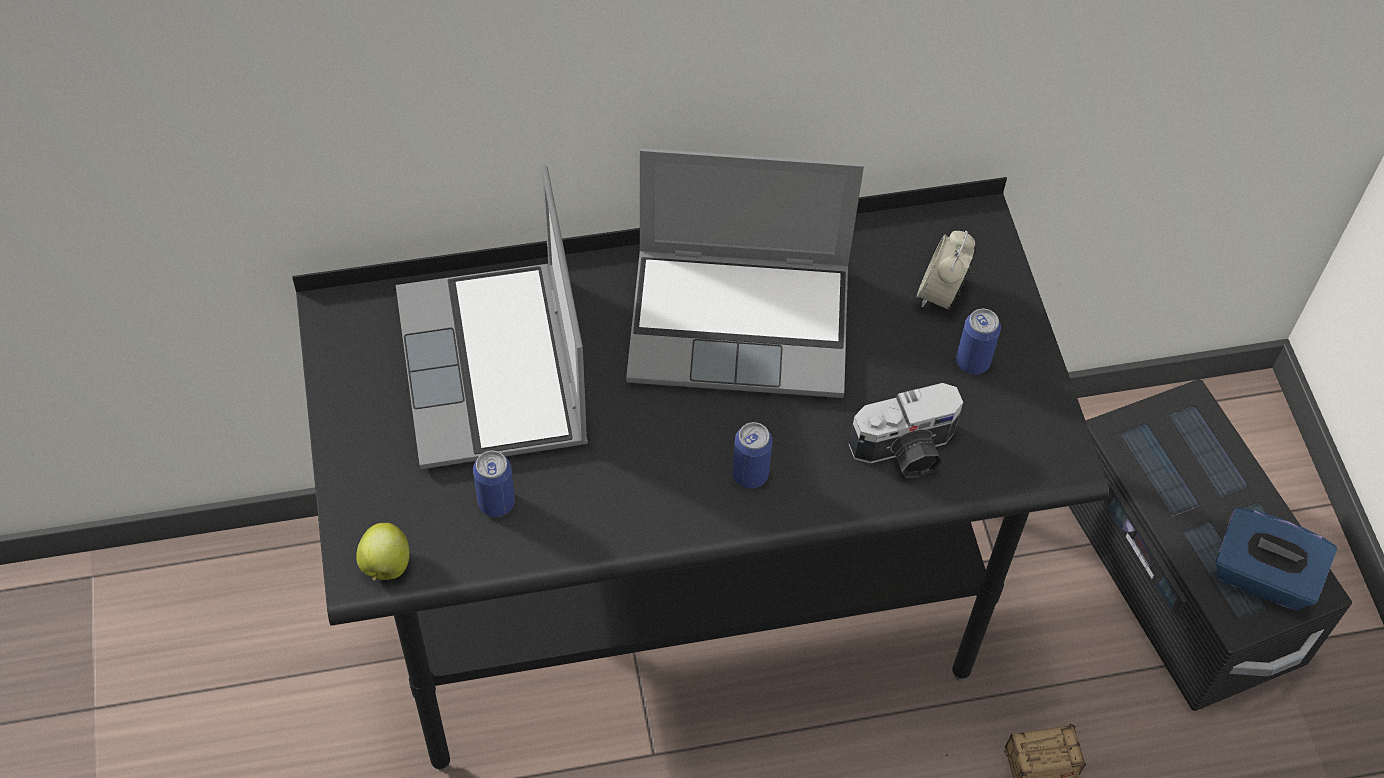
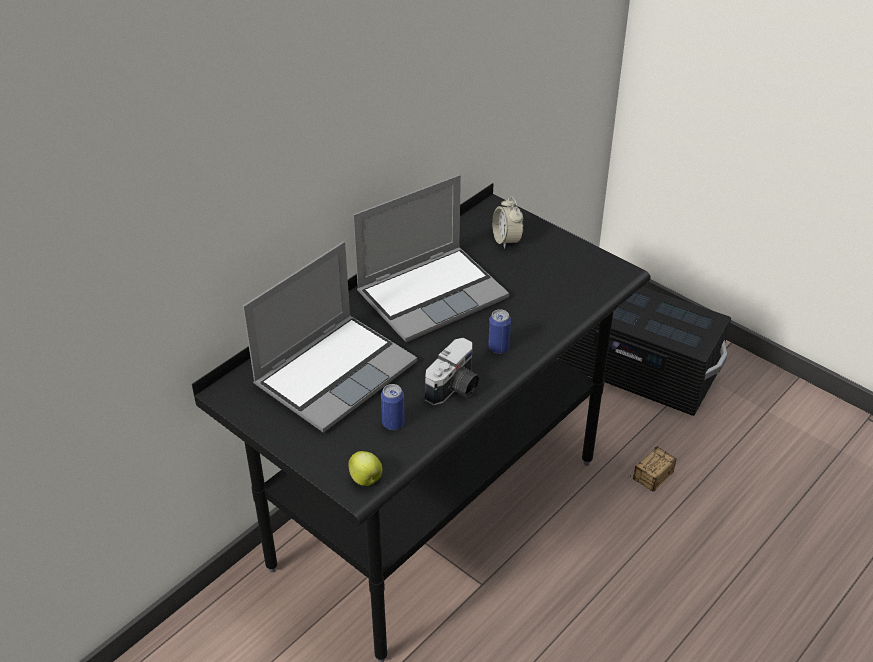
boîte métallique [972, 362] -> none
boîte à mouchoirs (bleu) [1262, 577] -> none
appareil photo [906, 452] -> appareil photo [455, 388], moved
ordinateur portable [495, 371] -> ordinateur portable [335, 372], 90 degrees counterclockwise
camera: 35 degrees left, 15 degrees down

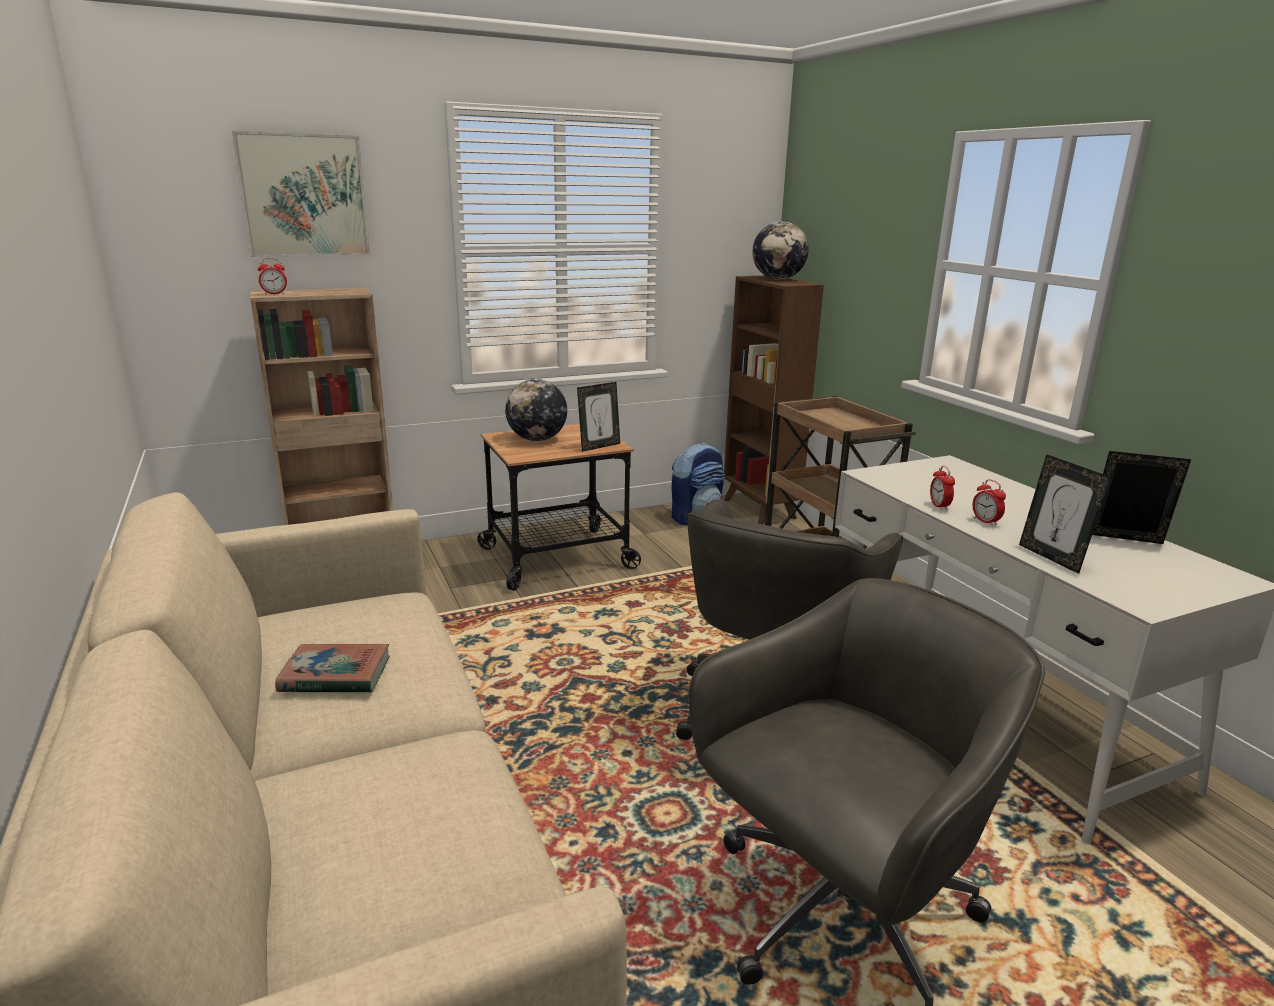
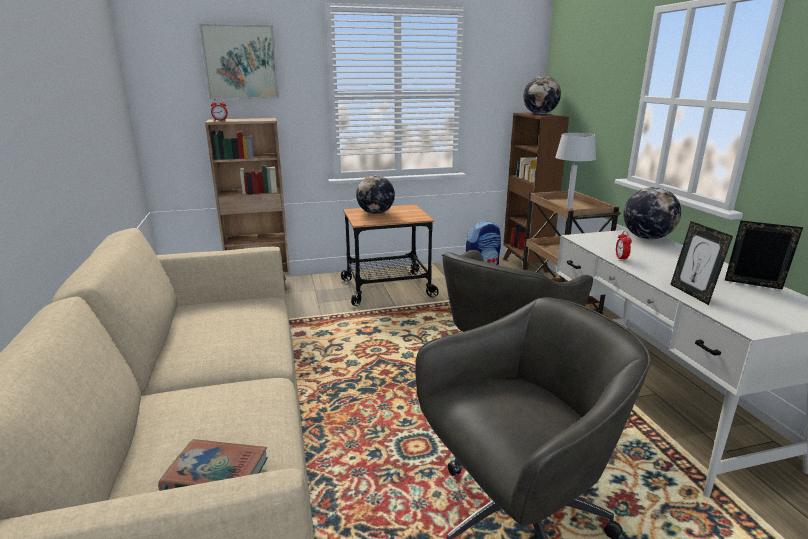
cadre photo [599, 446] -> none
réveil [985, 521] -> none
none -> lampe de table (gris) [568, 208]
none -> globe [646, 238]
livre [335, 675] -> livre [216, 475], moved
camera: 10 degrees right, 0 degrees up

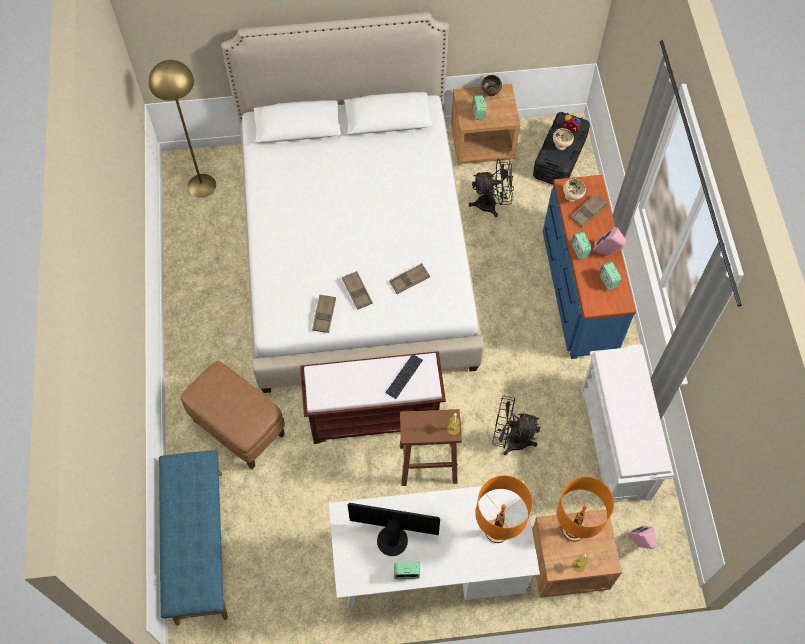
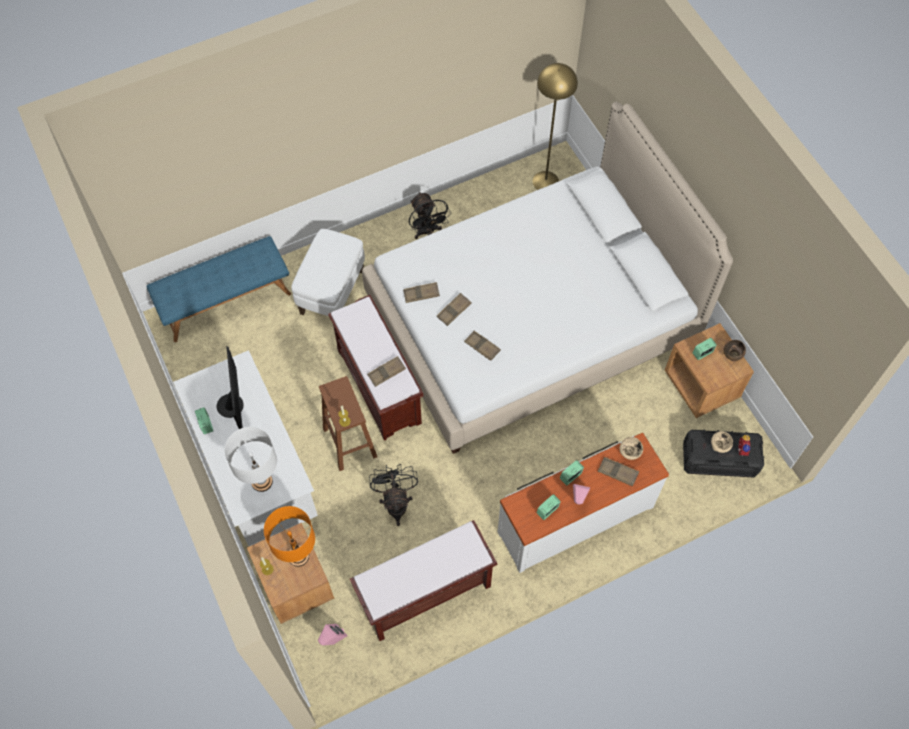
ventilateur (noir) [492, 204] -> ventilateur (noir) [427, 231], moved
clavier [404, 376] -> plateau (marron) [386, 373]
pouf (marron) [238, 428] -> pouf (blanc) [332, 292]
lampe de table (orange) [496, 531] -> lampe de table (blanc) [261, 481]
commode (bleu) [577, 289] -> commode (blanc) [574, 517]
banc (blanc) [616, 443] -> banc (marron) [425, 595]
camera: 70 degrees right, 0 degrees up

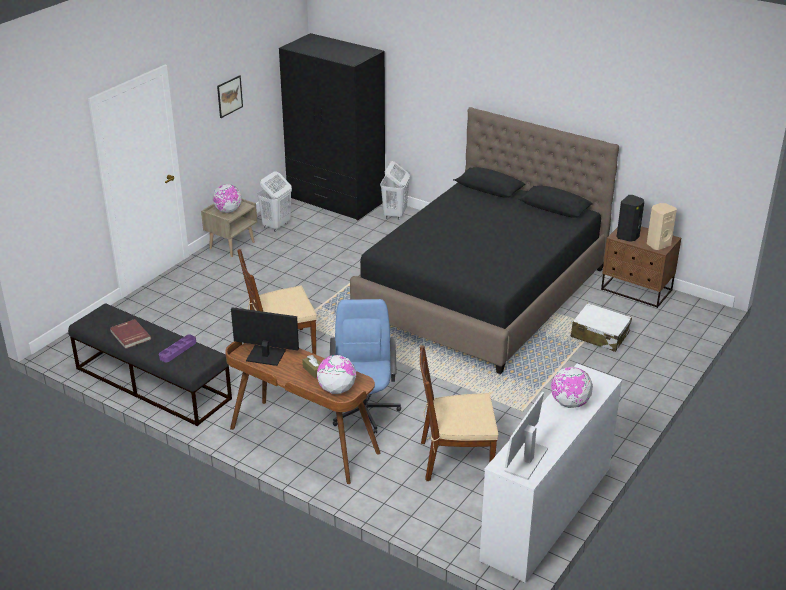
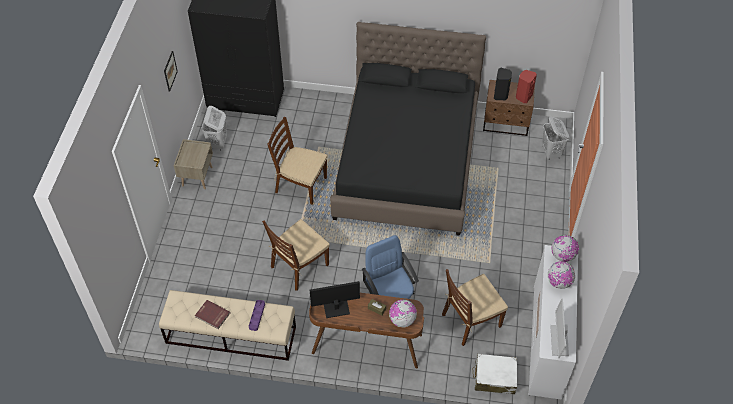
none -> chaise (marron) [300, 185]
globe [228, 211] -> globe [563, 256], moved
panier à linge (blanc) [395, 214] -> panier à linge (blanc) [551, 153], moved
valise (blanc) [599, 335] -> valise (blanc) [494, 377], moved
banc (noir) [152, 383] -> banc (beige) [230, 335]
enceinte (beige) [657, 244] -> enceinte (rouge) [523, 97]
camera: 25 degrees left, 20 degrees up

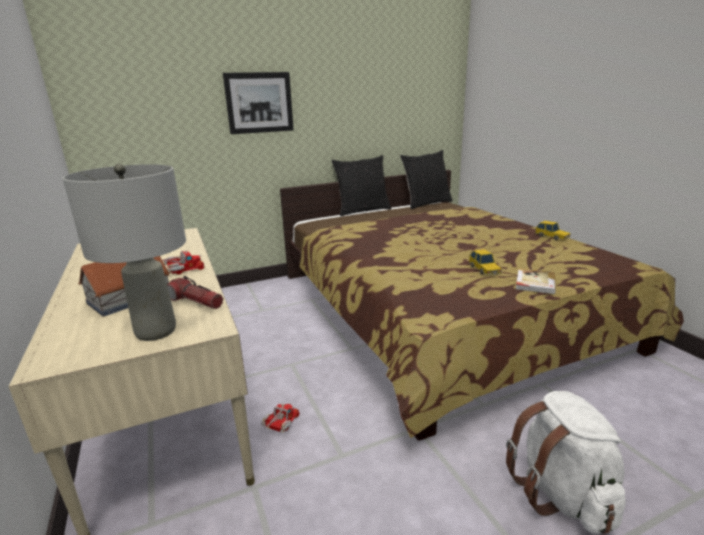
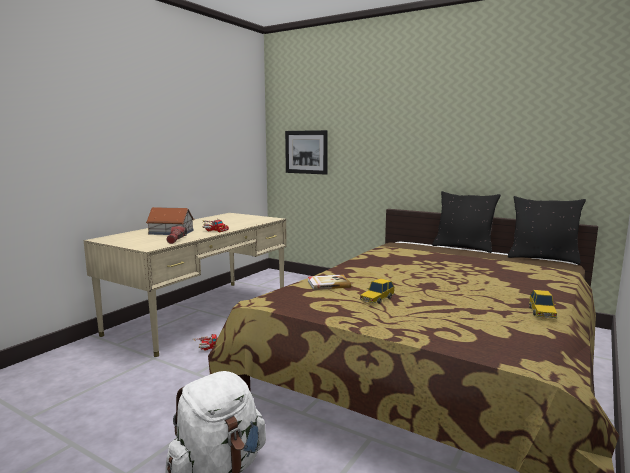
lampe de table (gris) [156, 331] -> none
tableau [259, 103] -> tableau [306, 152], moved
livre [534, 283] -> livre [328, 284], moved
camera: 55 degrees right, 10 degrees down

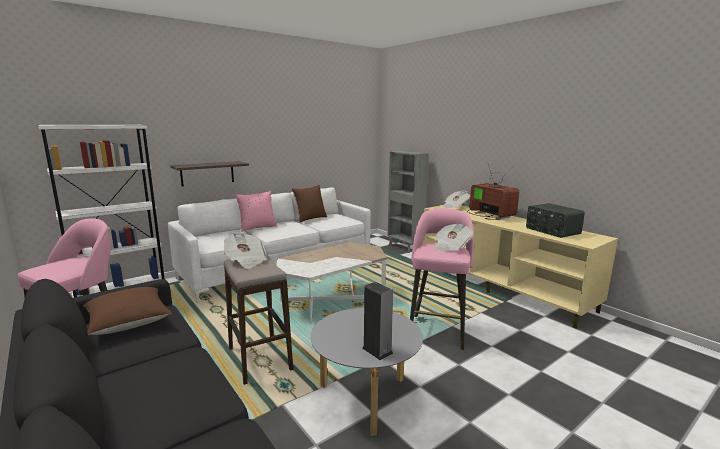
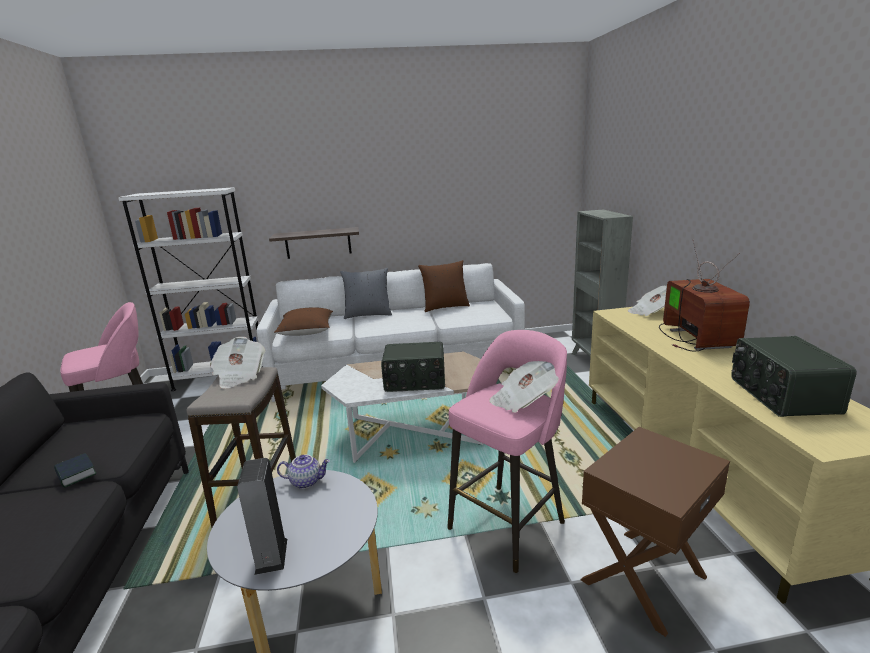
none -> livre [76, 474]
none -> théière [306, 481]
none -> radio [415, 381]
none -> table d'appoint (marron) [641, 577]
coussin (marron) [128, 323] -> coussin (marron) [306, 332], moved
coussin (rose) [257, 227] -> coussin (gris) [368, 314]
camera: 30 degrees right, 5 degrees up

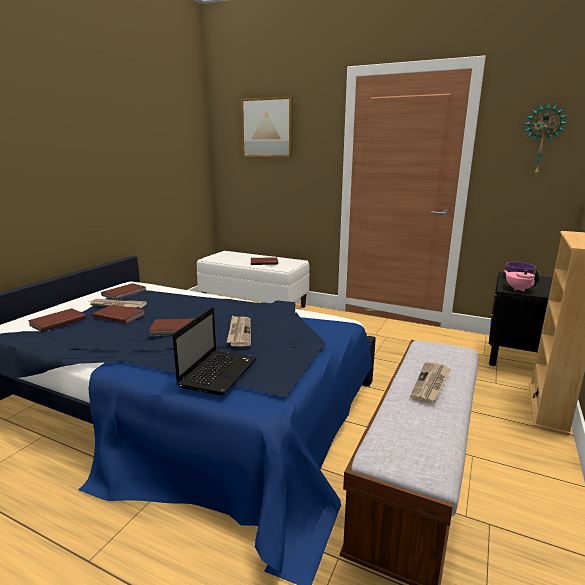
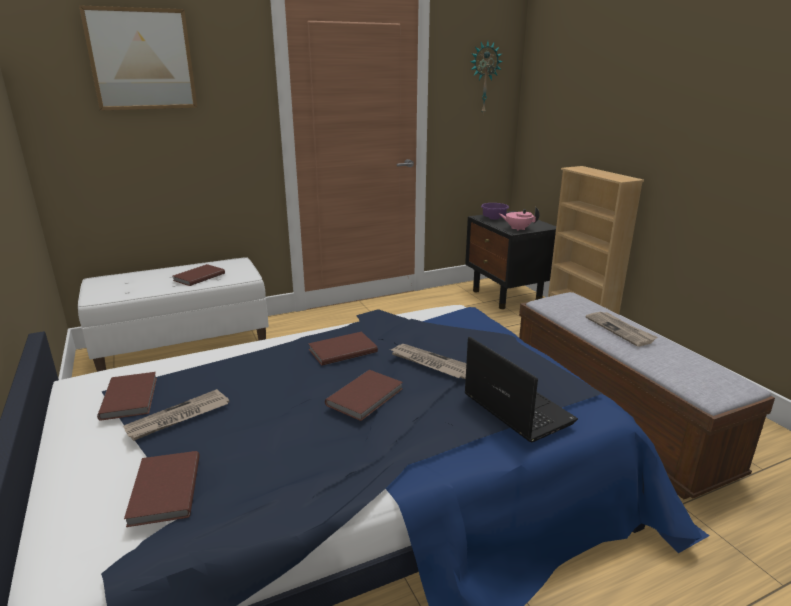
livre (marron) [120, 315] -> livre (marron) [341, 350], moved
camera: 50 degrees left, 5 degrees up

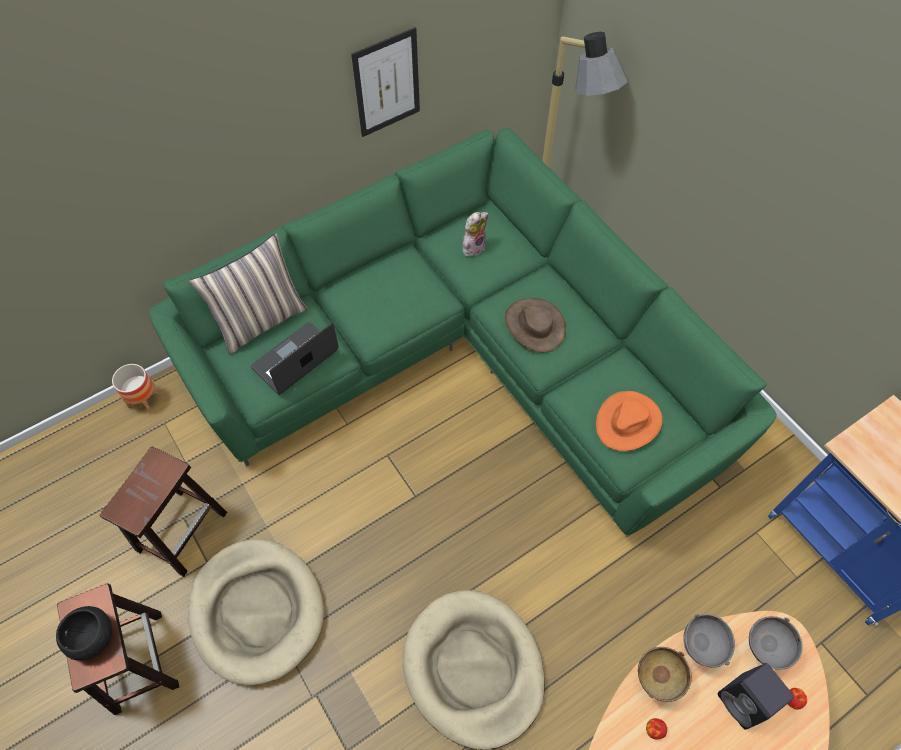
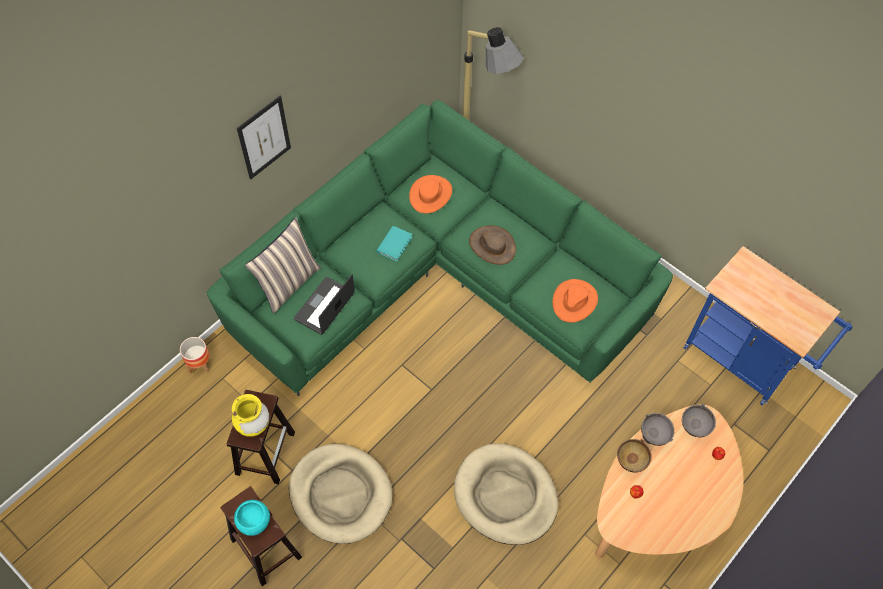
enceinte (noir) [745, 702] -> none
none -> vase (jaune) [253, 425]
none -> livre (turquoise) [394, 244]
tableau [387, 83] -> tableau [264, 138], moved
peluche [473, 247] -> chapeau (orange) [431, 195]
bol (noir) [92, 637] -> bol (turquoise) [254, 521]
camera: 15 degrees left, 0 degrees up

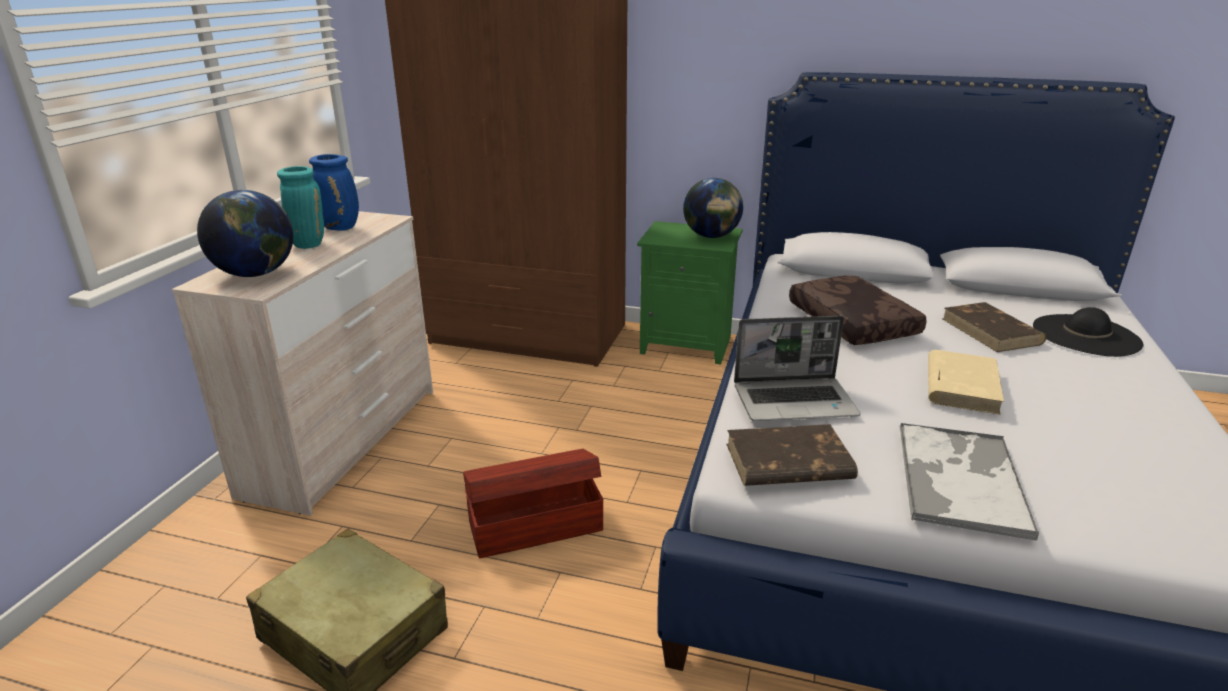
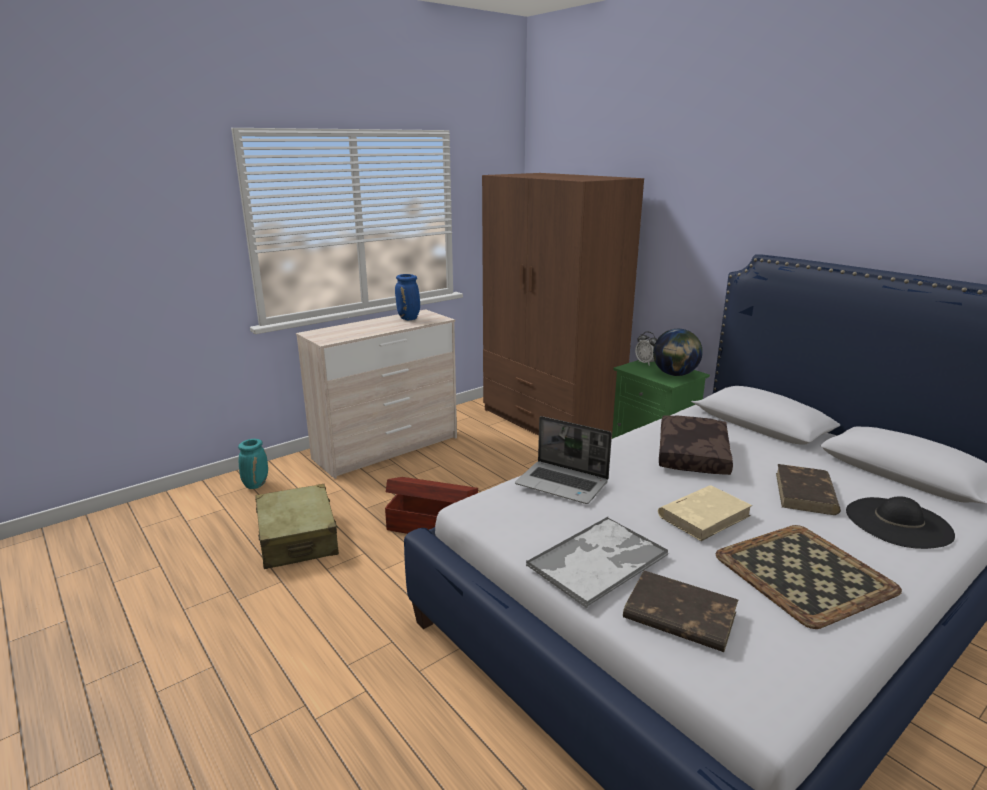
globe [256, 273] -> none
none -> réveil [646, 363]
none -> plateau [804, 574]
vase (turquoise) [307, 244] -> vase (turquoise) [256, 484], moved
livre (marron) [787, 462] -> livre (marron) [678, 615], moved
camera: 35 degrees right, 5 degrees down

